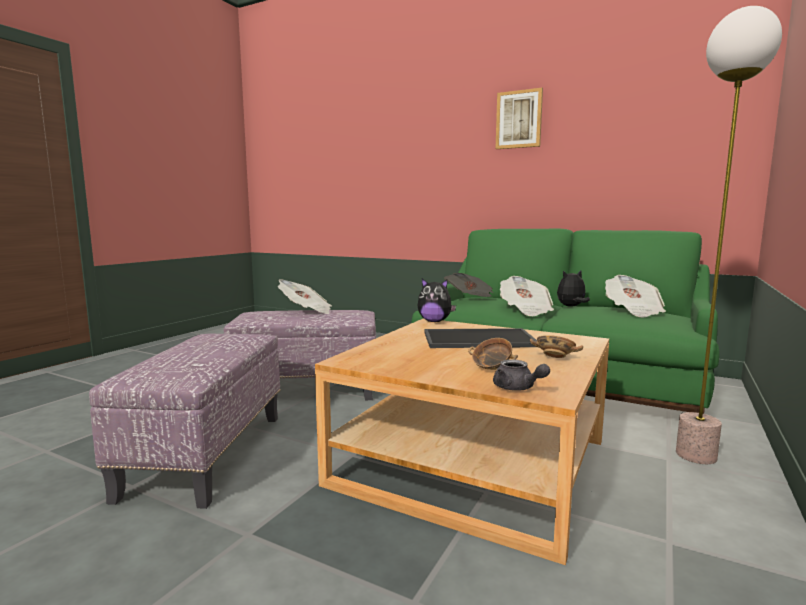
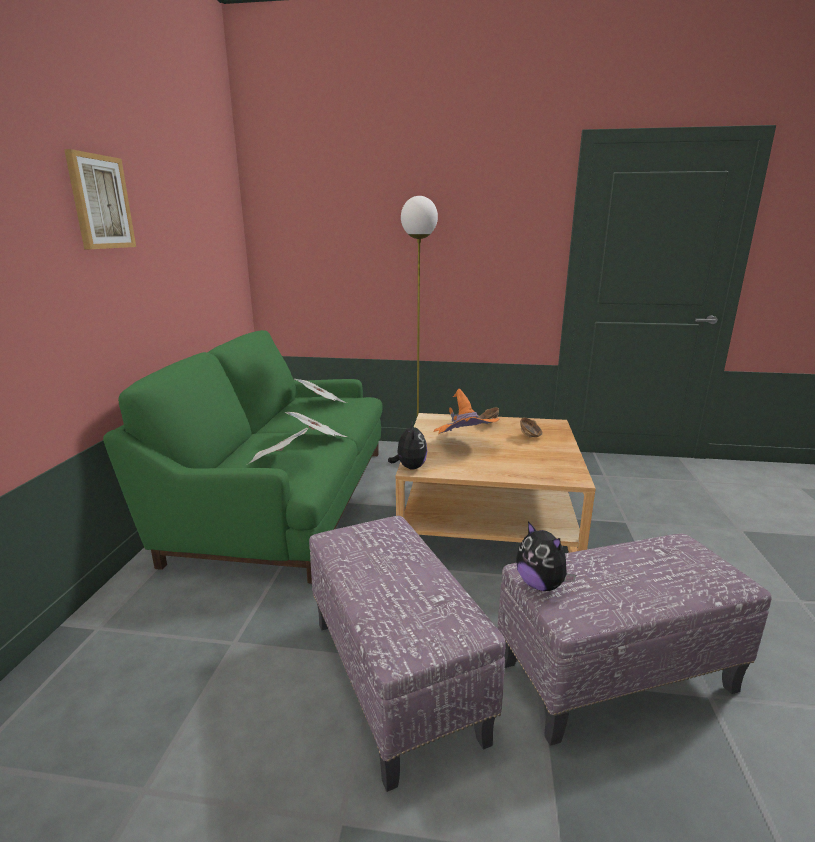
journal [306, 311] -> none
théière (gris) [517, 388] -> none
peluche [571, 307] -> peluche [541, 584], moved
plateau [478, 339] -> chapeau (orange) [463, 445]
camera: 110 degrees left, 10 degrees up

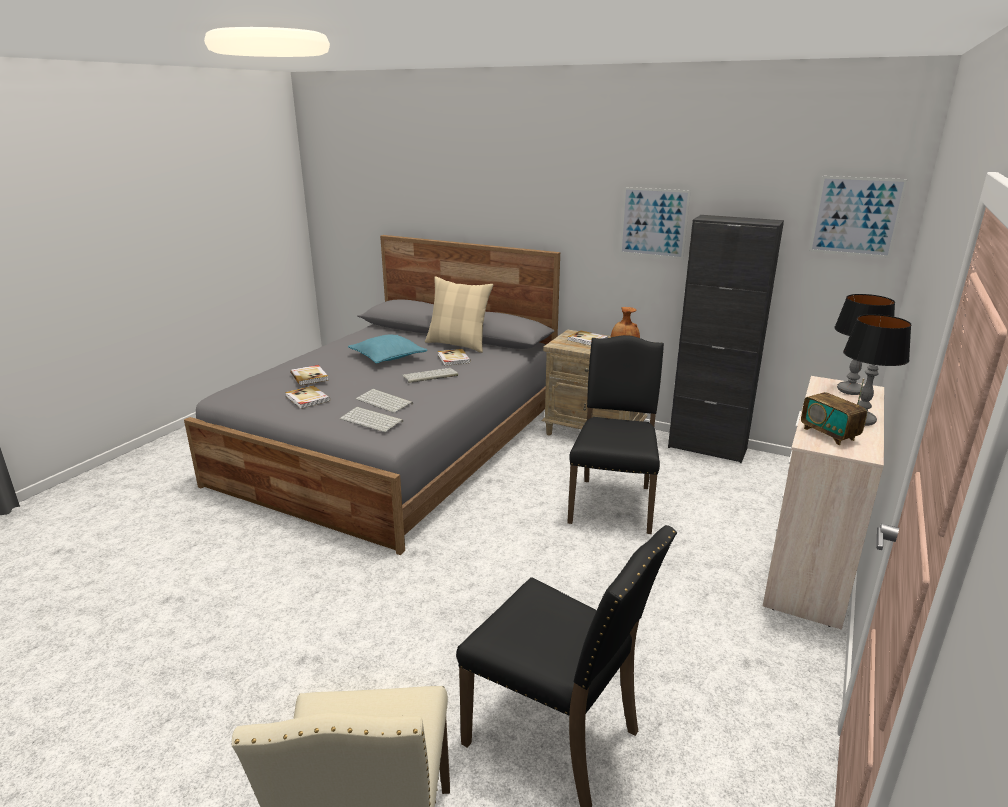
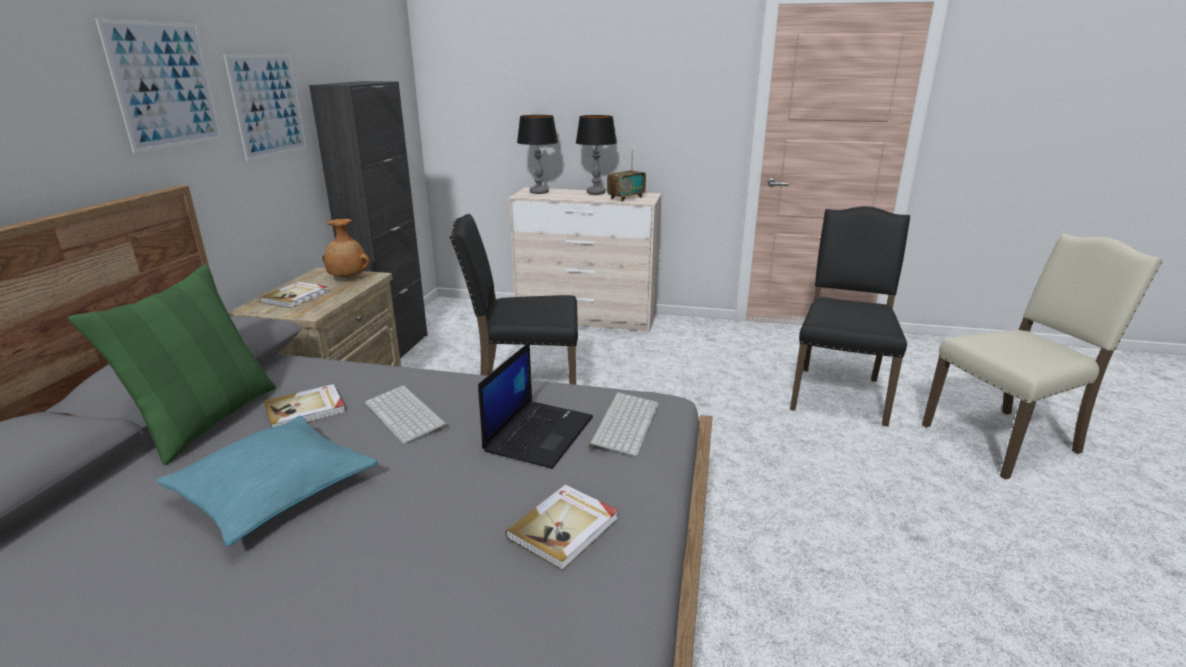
livre [310, 376] -> none
tableau [856, 216] -> tableau [165, 85], moved
clavier [385, 401] -> ordinateur portable [539, 433]
coussin (beige) [458, 344] -> coussin (vert) [207, 420]
camera: 105 degrees left, 0 degrees up

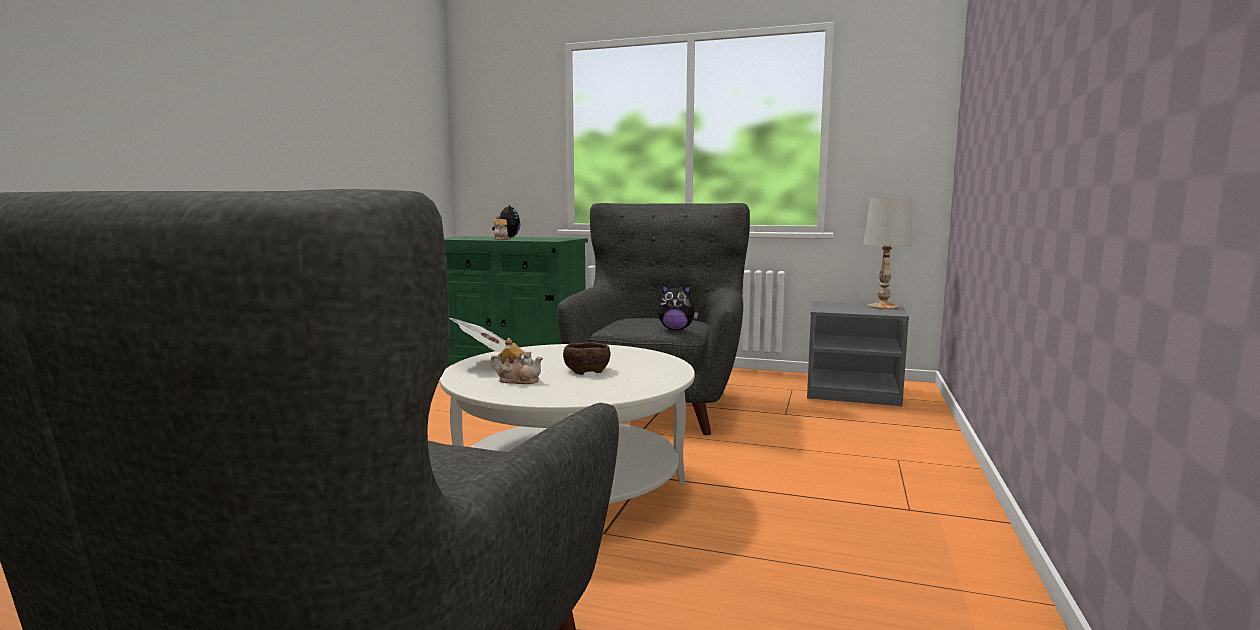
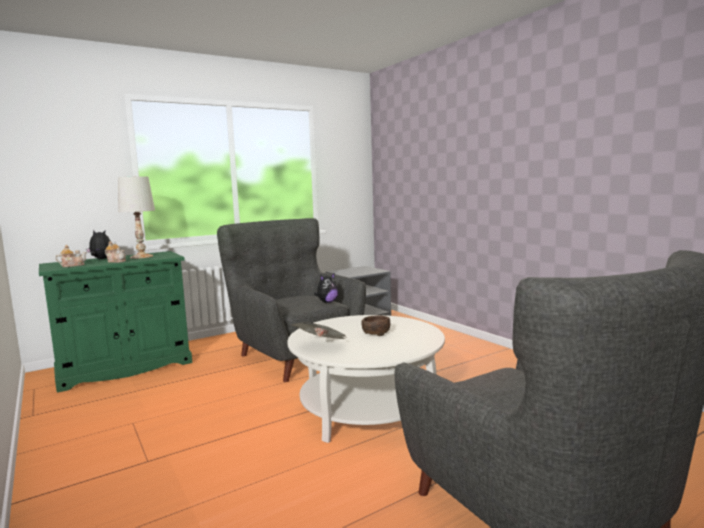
théière [518, 380] -> théière [72, 265], moved
lampe de table (blanc) [882, 306] -> lampe de table (blanc) [141, 257], moved
camera: 50 degrees left, 0 degrees up

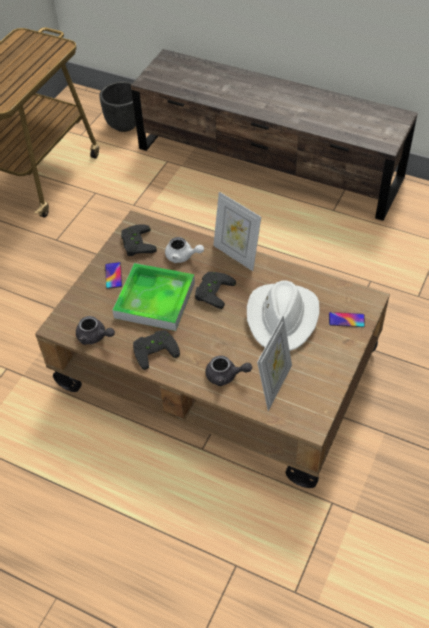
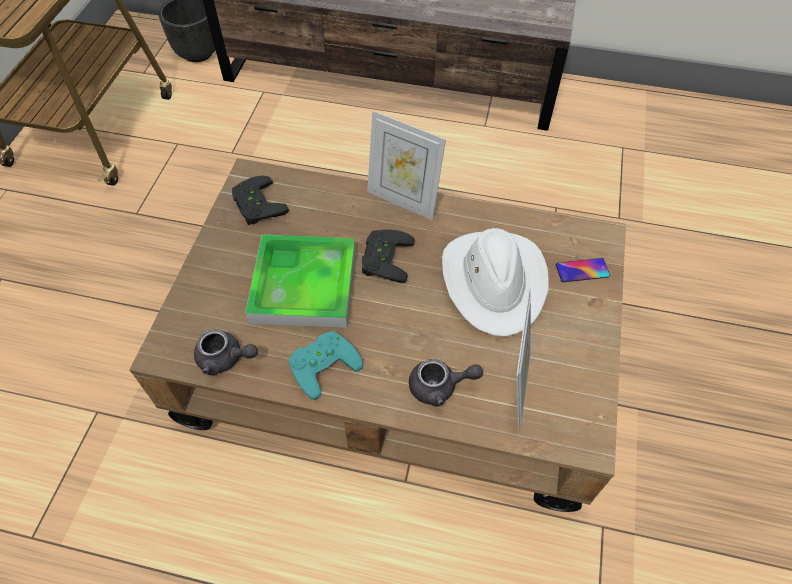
téléphone [113, 275] -> none
théière (blanc) [182, 256] -> none
manette (noir) [154, 349] -> manette (turquoise) [322, 362]
camera: 15 degrees left, 5 degrees up

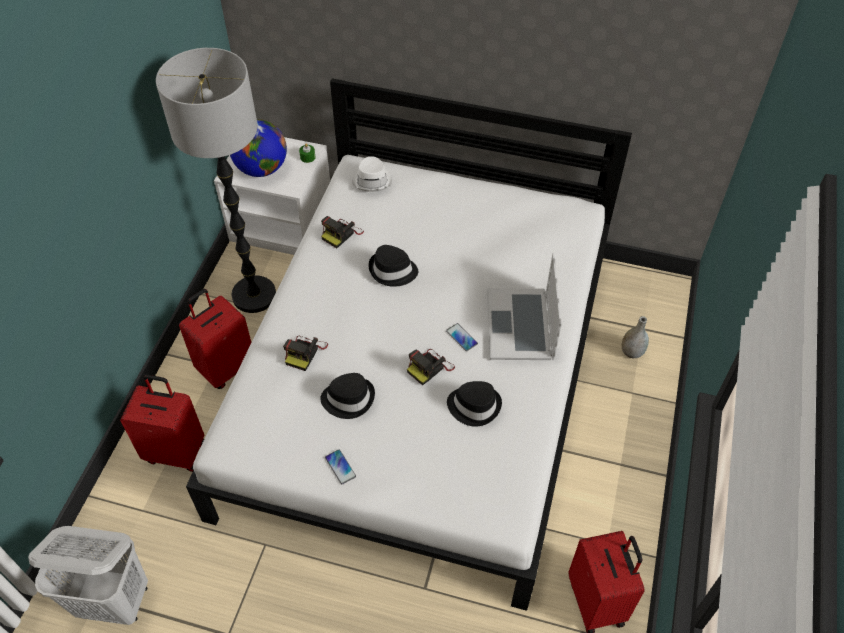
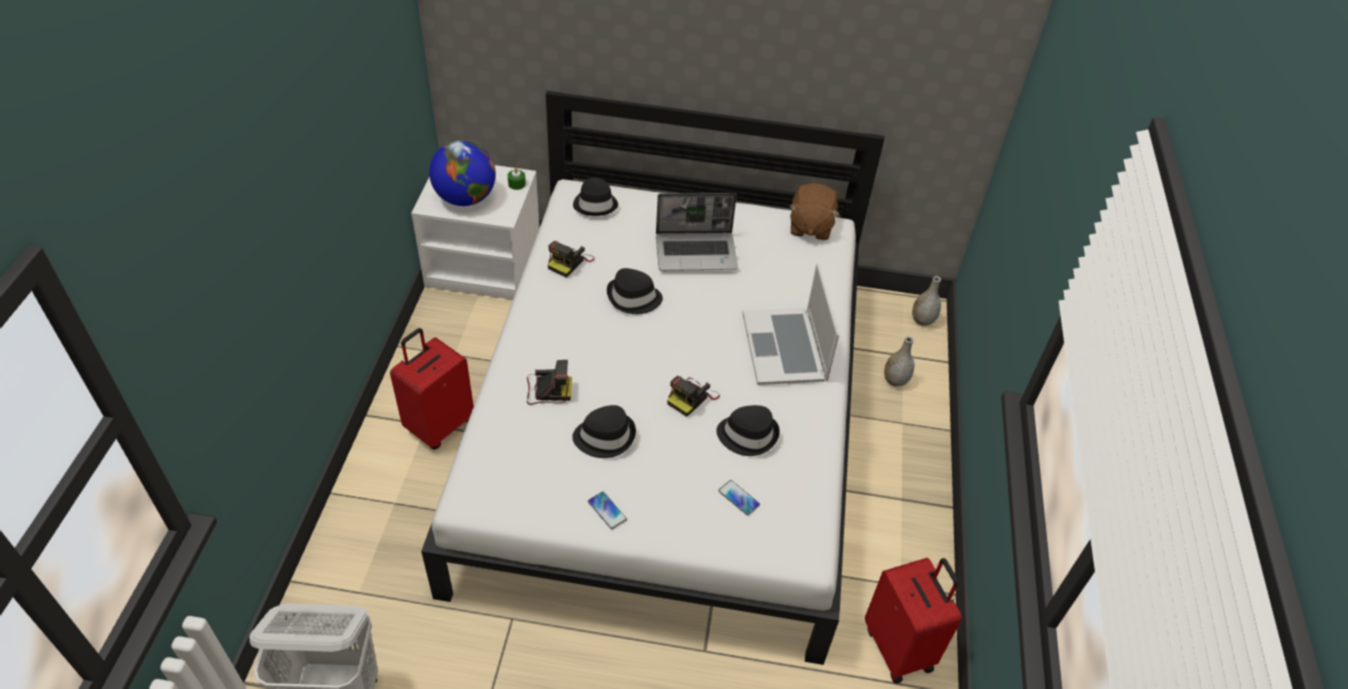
valise (rouge) [176, 451] -> none
lampadaire [254, 295] -> none
none -> ordinateur portable [697, 252]
none -> peluche (marron) [810, 226]
none -> vase (gris) [922, 320]
téléphone [461, 337] -> téléphone [738, 498], moved
chapeau (blanc) [372, 180] -> chapeau (noir) [595, 204]
appareil photo [305, 352] -> appareil photo [547, 390], 105 degrees counterclockwise
camera: 10 degrees left, 5 degrees down

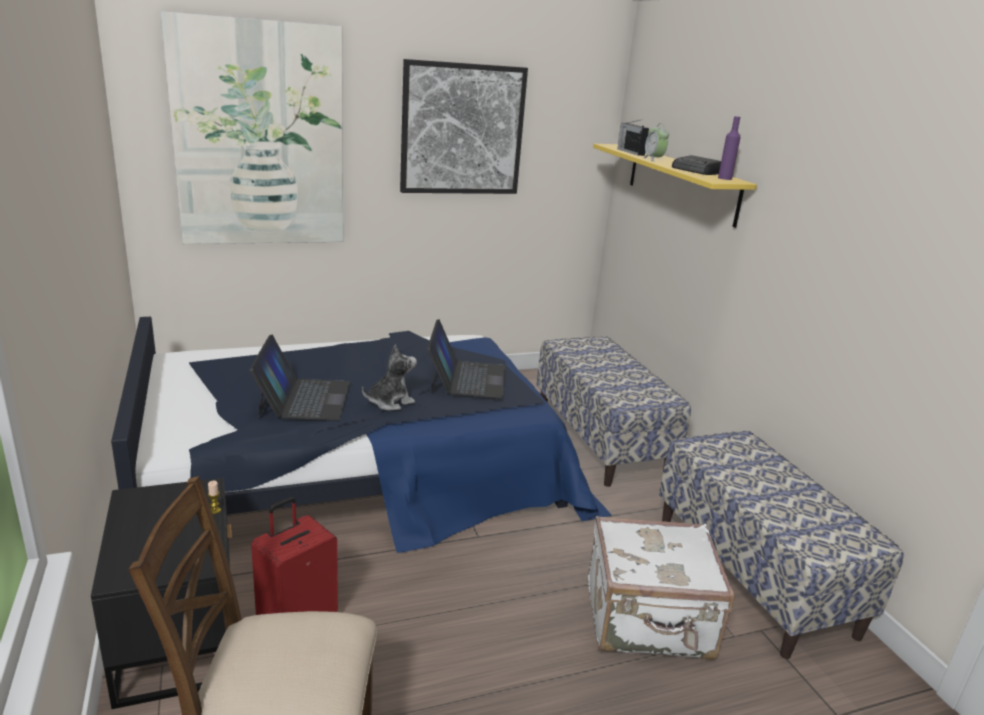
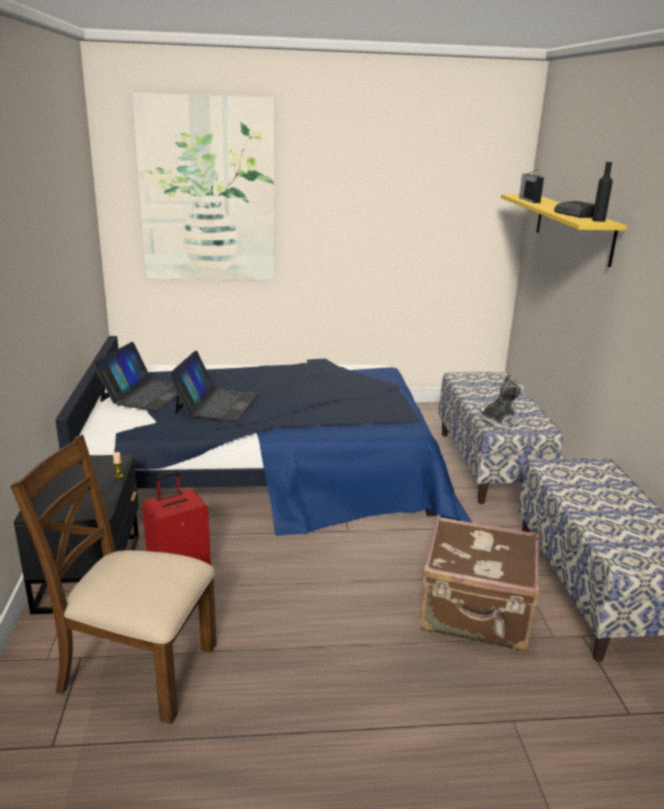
tableau [462, 129] -> none
réveil [653, 159] -> none
peluche [390, 402] -> peluche [499, 422], moved
ordinateur portable [466, 378] -> ordinateur portable [144, 393], moved
valise (blanc) [648, 621] -> valise (marron) [476, 613]
bouteille (violet) [724, 178] -> bouteille (noir) [598, 220]
camera: 15 degrees right, 0 degrees up

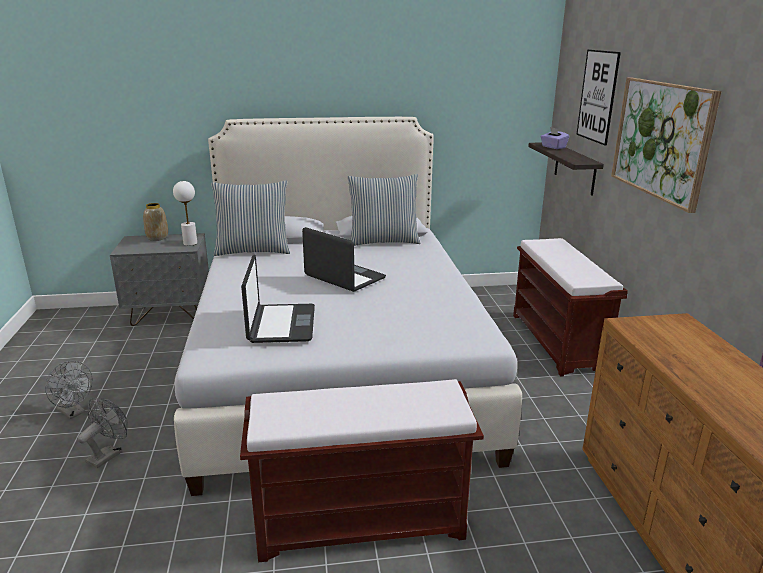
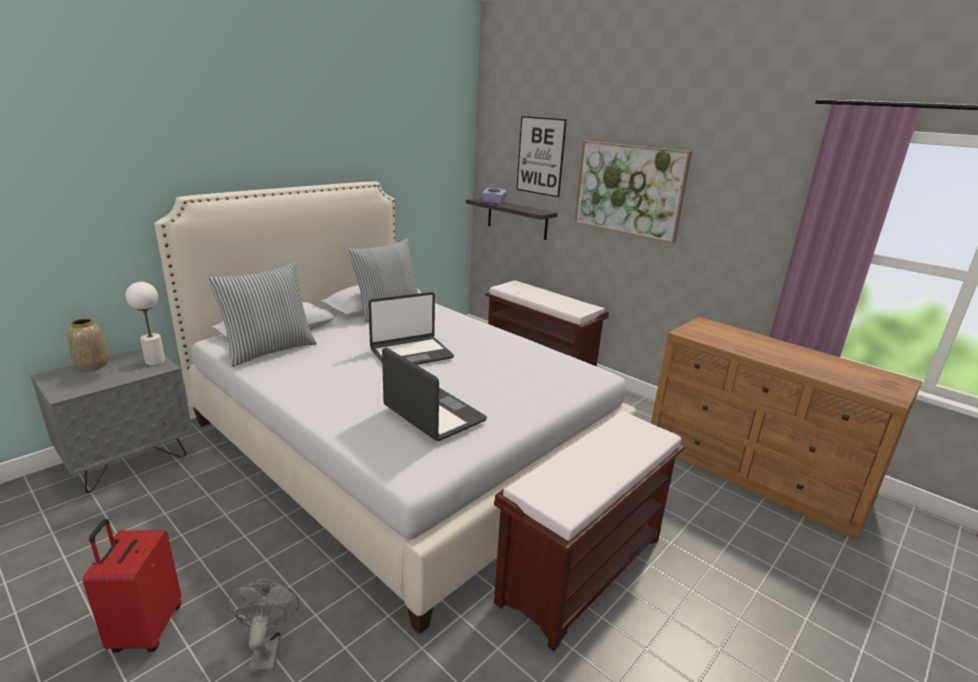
ventilateur (gris) [74, 412] -> valise (rouge) [145, 629]
ordinateur portable [344, 277] -> ordinateur portable [411, 353], 150 degrees clockwise
camera: 40 degrees left, 0 degrees up

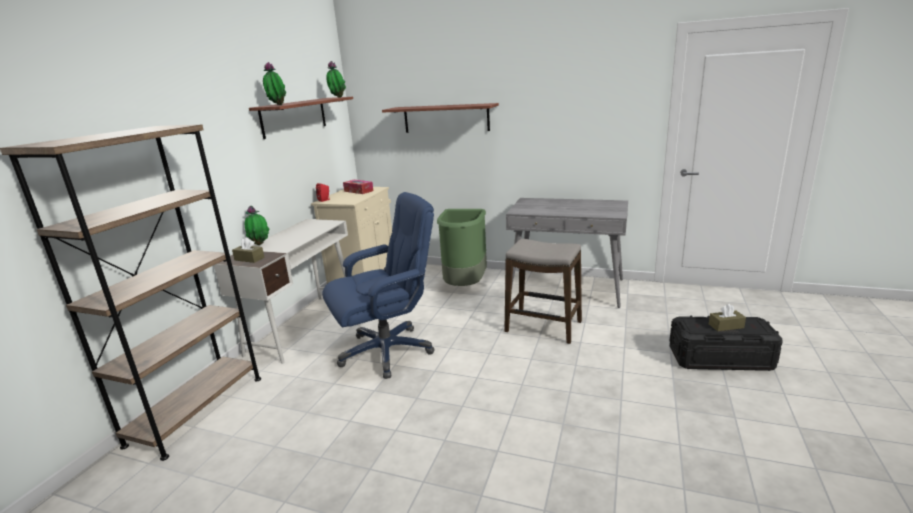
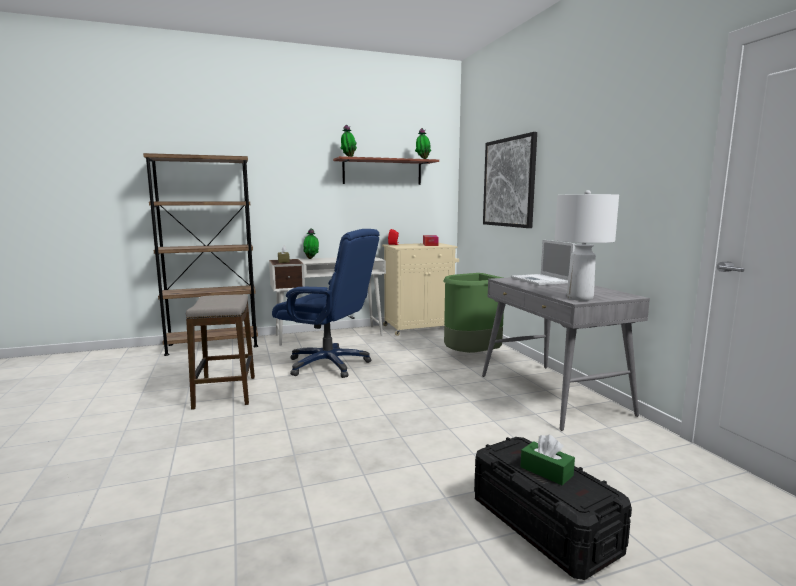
none -> ordinateur portable [541, 280]
none -> lampe de table (blanc) [580, 298]
tabouret [543, 327] -> tabouret [225, 392], moved
étagère [446, 118] -> tableau [509, 182]
boîte à mouchoirs (marron) [726, 326] -> boîte à mouchoirs (vert) [546, 471]
camera: 50 degrees right, 10 degrees down

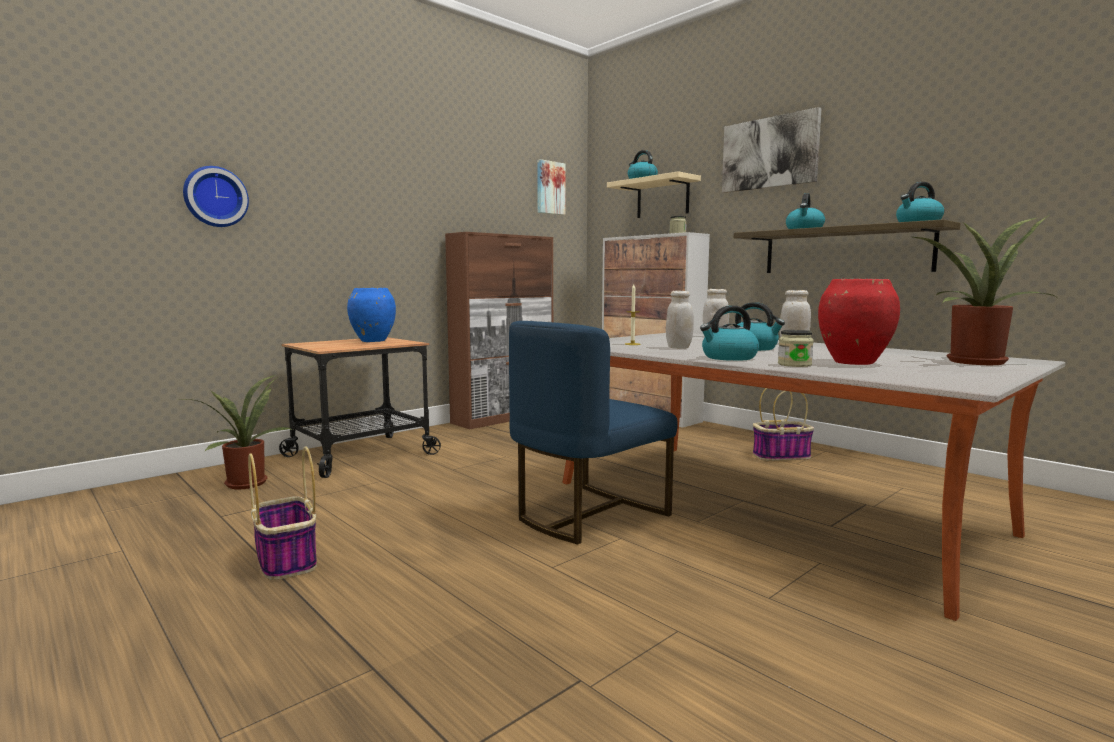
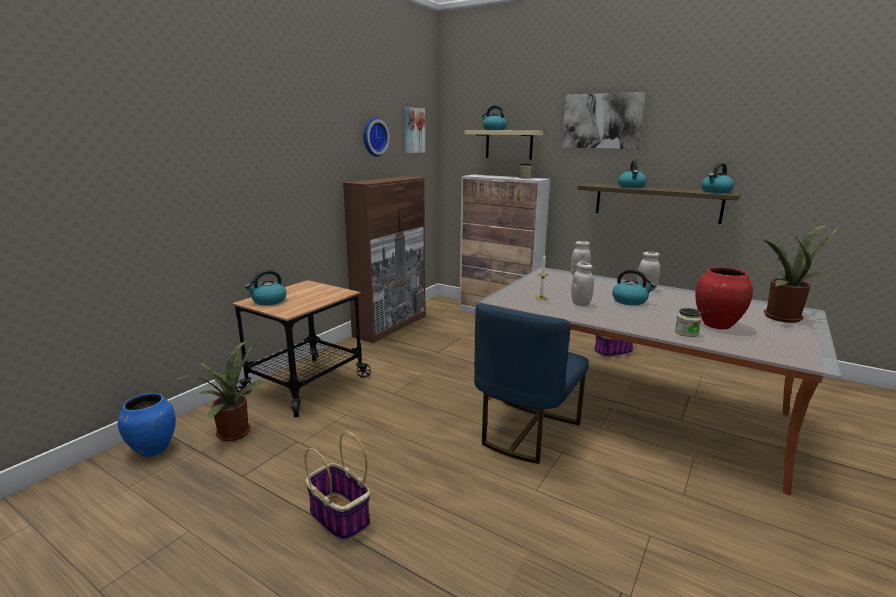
horloge murale [215, 197] -> horloge murale [373, 137], moved
vase (bleu) [373, 341] -> vase (bleu) [153, 450], moved
bouilloire [728, 358] -> bouilloire [268, 301], moved
camera: 15 degrees left, 10 degrees up

